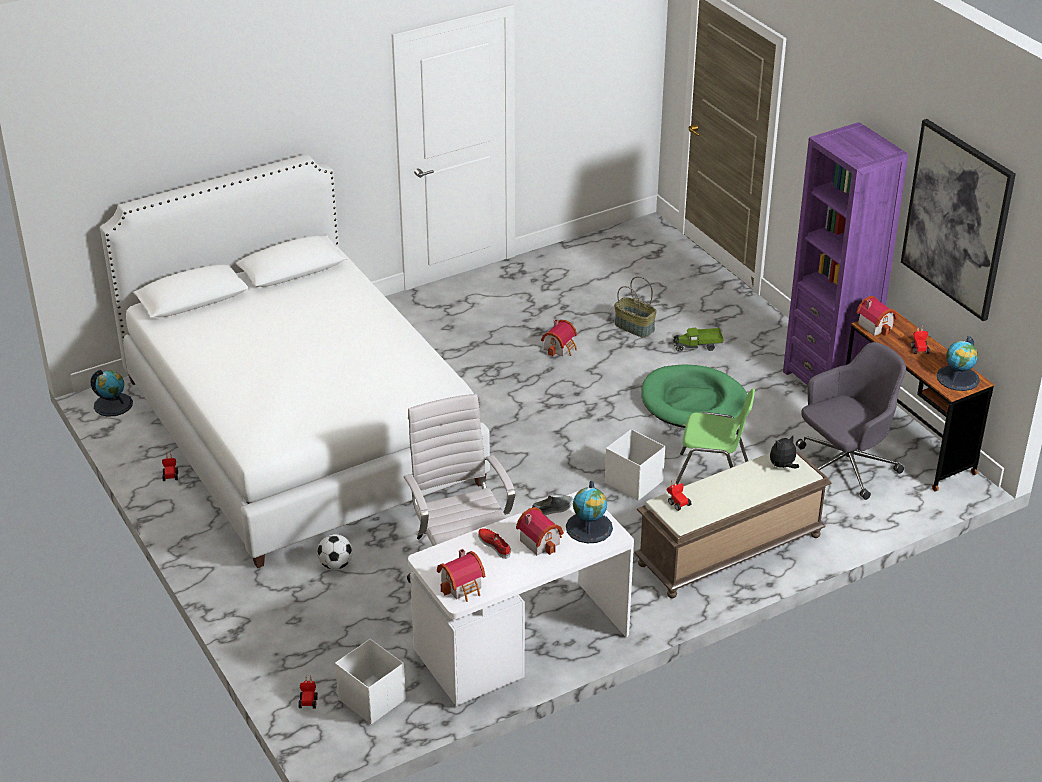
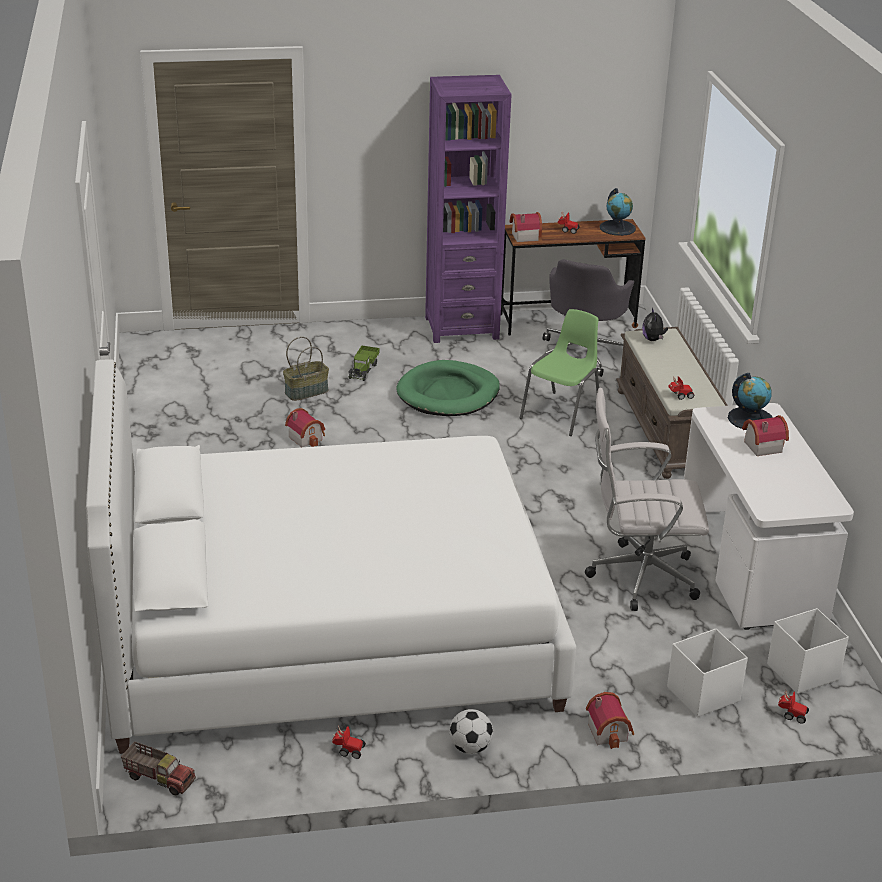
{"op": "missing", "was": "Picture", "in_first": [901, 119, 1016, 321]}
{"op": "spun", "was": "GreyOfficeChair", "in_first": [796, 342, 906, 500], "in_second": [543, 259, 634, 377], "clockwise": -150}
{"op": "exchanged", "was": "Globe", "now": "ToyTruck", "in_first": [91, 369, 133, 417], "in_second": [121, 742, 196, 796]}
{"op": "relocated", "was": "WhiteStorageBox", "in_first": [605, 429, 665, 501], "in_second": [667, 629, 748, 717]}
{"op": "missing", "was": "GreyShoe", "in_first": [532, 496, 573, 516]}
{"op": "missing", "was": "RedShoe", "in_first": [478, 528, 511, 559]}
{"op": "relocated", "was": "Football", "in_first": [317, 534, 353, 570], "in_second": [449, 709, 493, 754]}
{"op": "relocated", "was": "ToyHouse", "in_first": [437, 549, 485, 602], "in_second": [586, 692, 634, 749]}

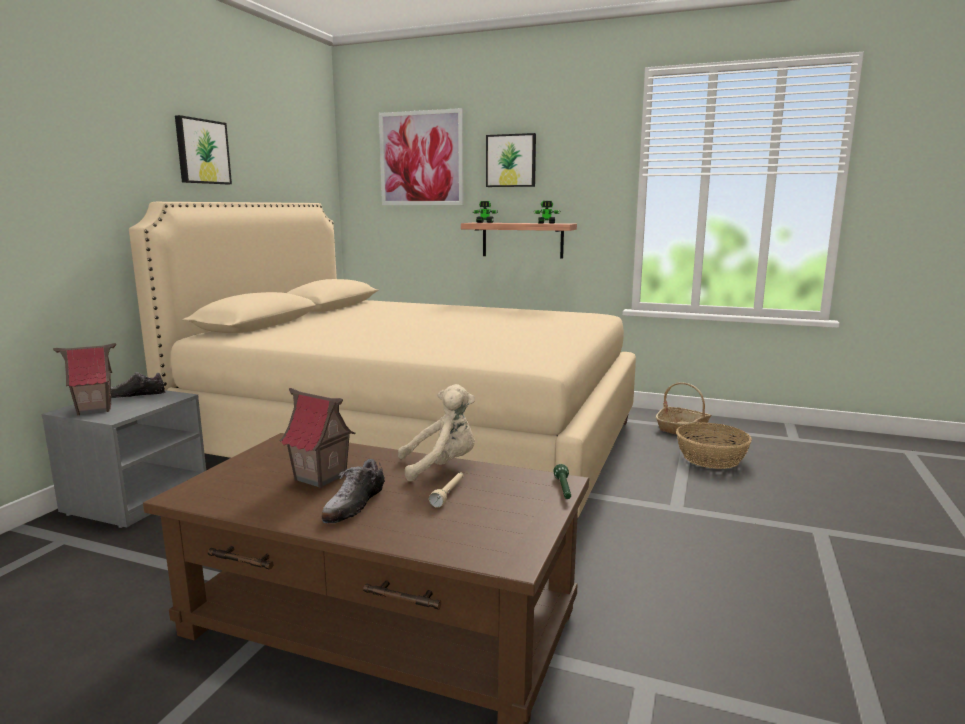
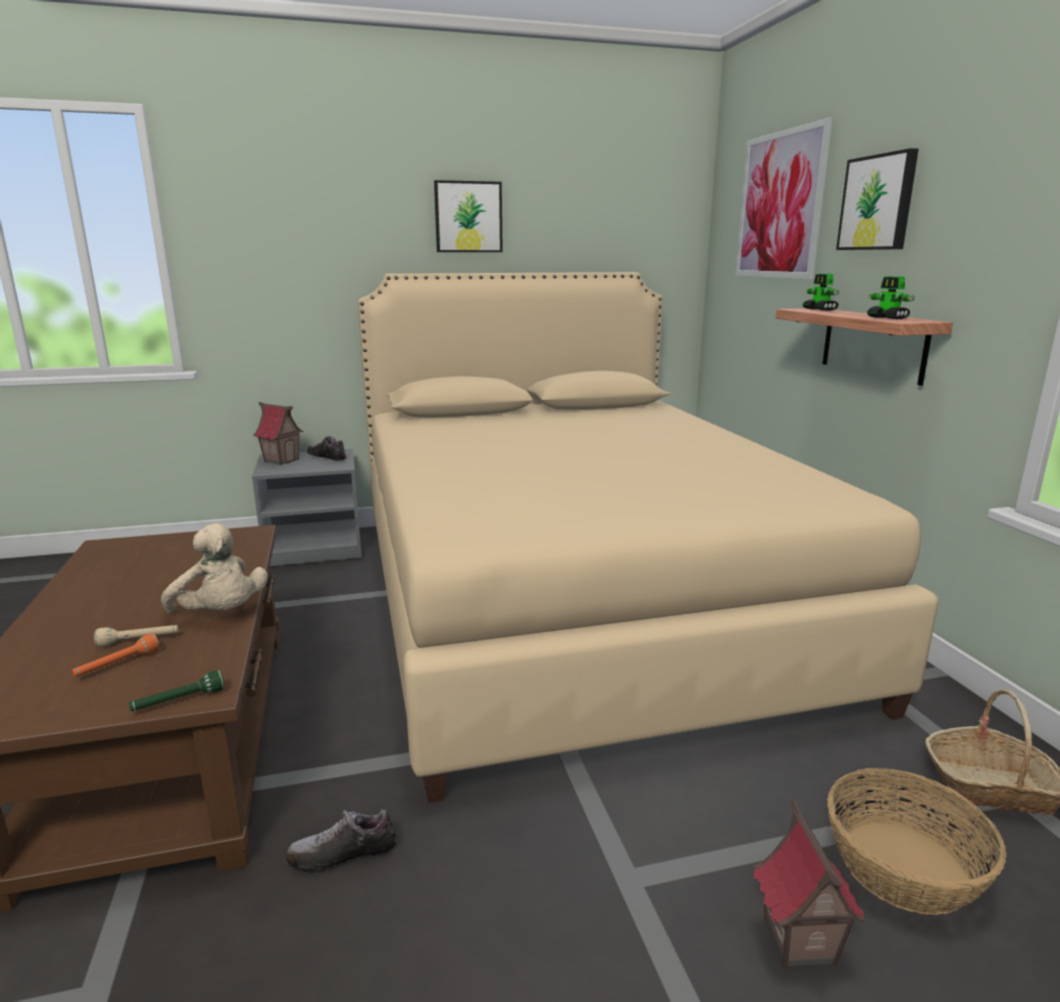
{"op": "relocated", "was": "ToyHouse", "in_first": [279, 388, 355, 489], "in_second": [753, 799, 866, 969]}
{"op": "relocated", "was": "Shoe", "in_first": [322, 459, 385, 523], "in_second": [286, 809, 397, 871]}
{"op": "appeared", "now": "OrangeFlashlight", "in_second": [72, 633, 160, 677]}

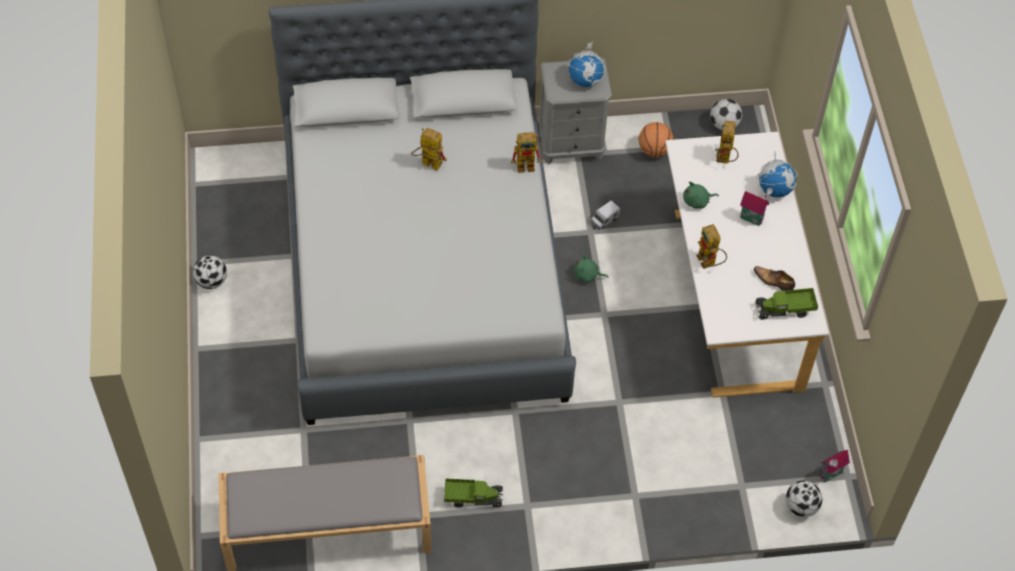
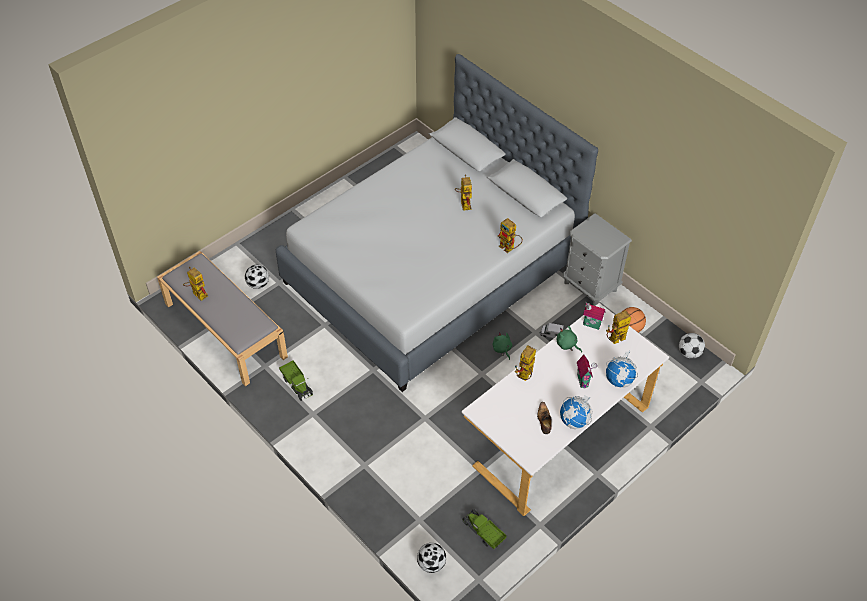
{"op": "relocated", "was": "Globe", "in_first": [568, 42, 606, 87], "in_second": [560, 395, 593, 429]}
{"op": "relocated", "was": "Football", "in_first": [193, 255, 227, 289], "in_second": [245, 265, 269, 289]}
{"op": "relocated", "was": "ToyTruck", "in_first": [755, 288, 818, 320], "in_second": [463, 509, 507, 549]}
{"op": "relocated", "was": "ToyHouse", "in_first": [819, 450, 850, 482], "in_second": [583, 303, 605, 330]}
{"op": "appeared", "now": "ToyRobot", "in_second": [183, 267, 208, 301]}

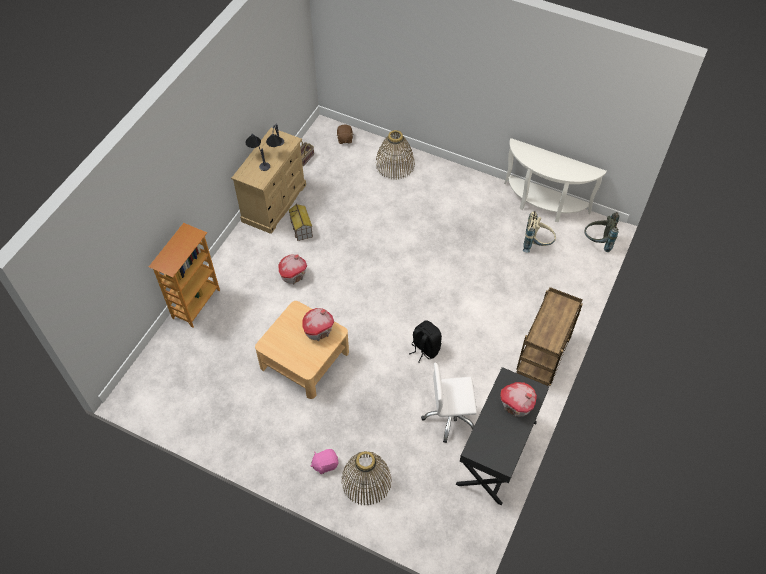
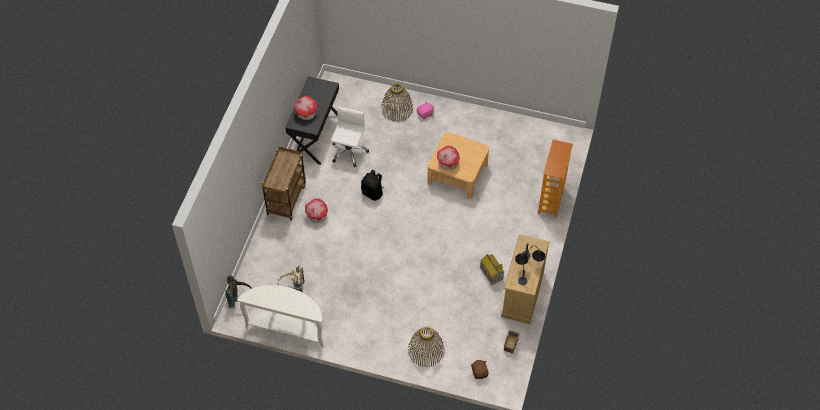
{"op": "relocated", "was": "ToyHouse", "in_first": [278, 254, 307, 284], "in_second": [305, 198, 328, 223]}
{"op": "spun", "was": "WhiteOfficeChair", "in_first": [421, 362, 477, 443], "in_second": [331, 106, 369, 167], "clockwise": -60}

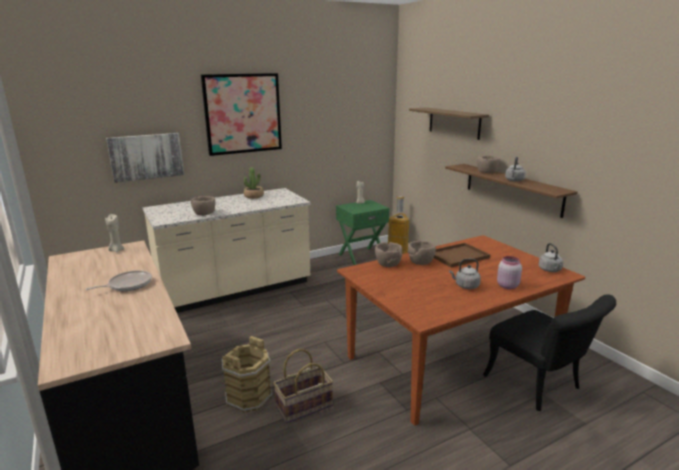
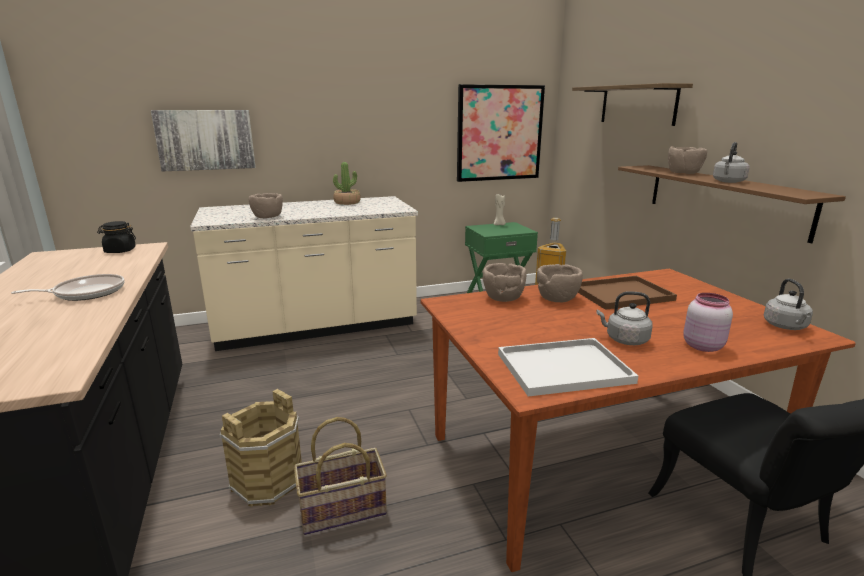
{"op": "relocated", "was": "Picture", "in_first": [201, 73, 282, 156], "in_second": [457, 84, 545, 182]}
{"op": "exchanged", "was": "BeigeCandle", "now": "BlackJar", "in_first": [105, 214, 124, 252], "in_second": [97, 221, 136, 253]}
{"op": "appeared", "now": "WhiteTray", "in_second": [498, 338, 638, 396]}

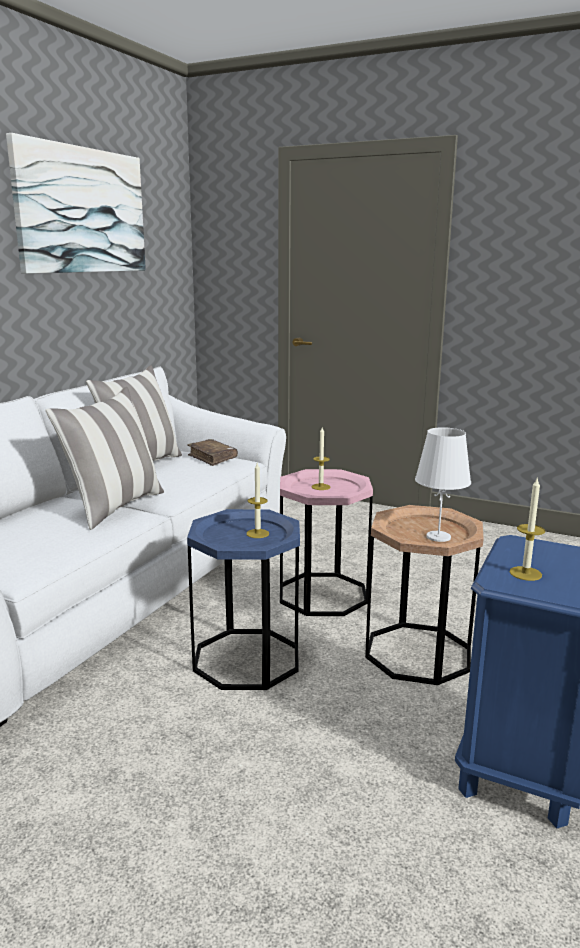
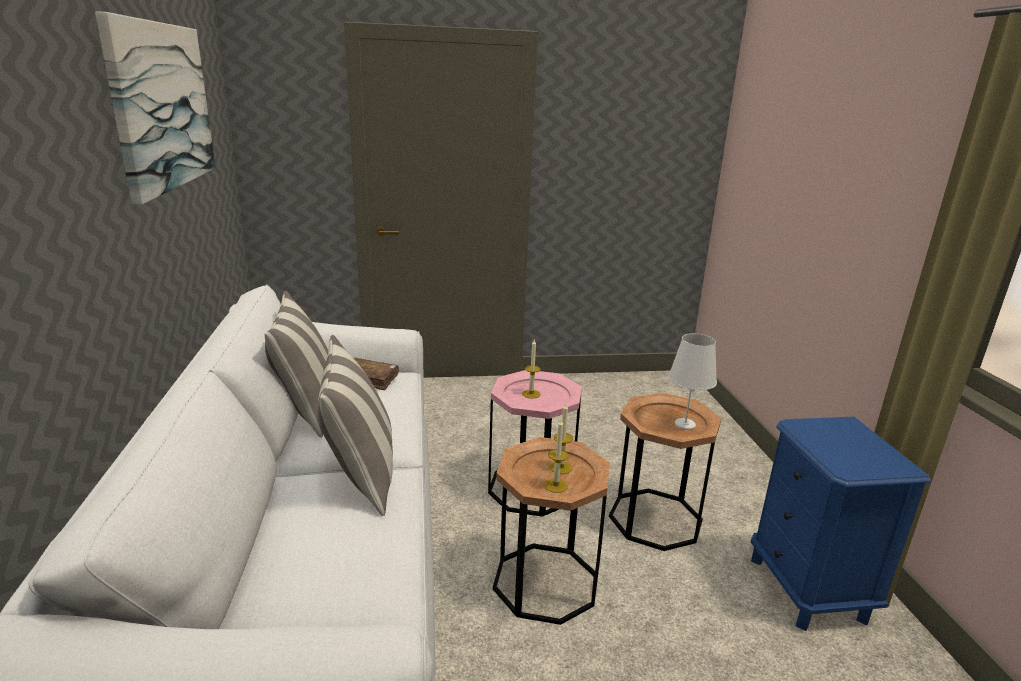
{"op": "relocated", "was": "Candle", "in_first": [510, 479, 545, 581], "in_second": [544, 419, 569, 493]}
{"op": "colour", "was": "BlueSideTable", "now": "BrownSideTable", "in_first": [187, 509, 300, 690], "in_second": [493, 437, 610, 625]}

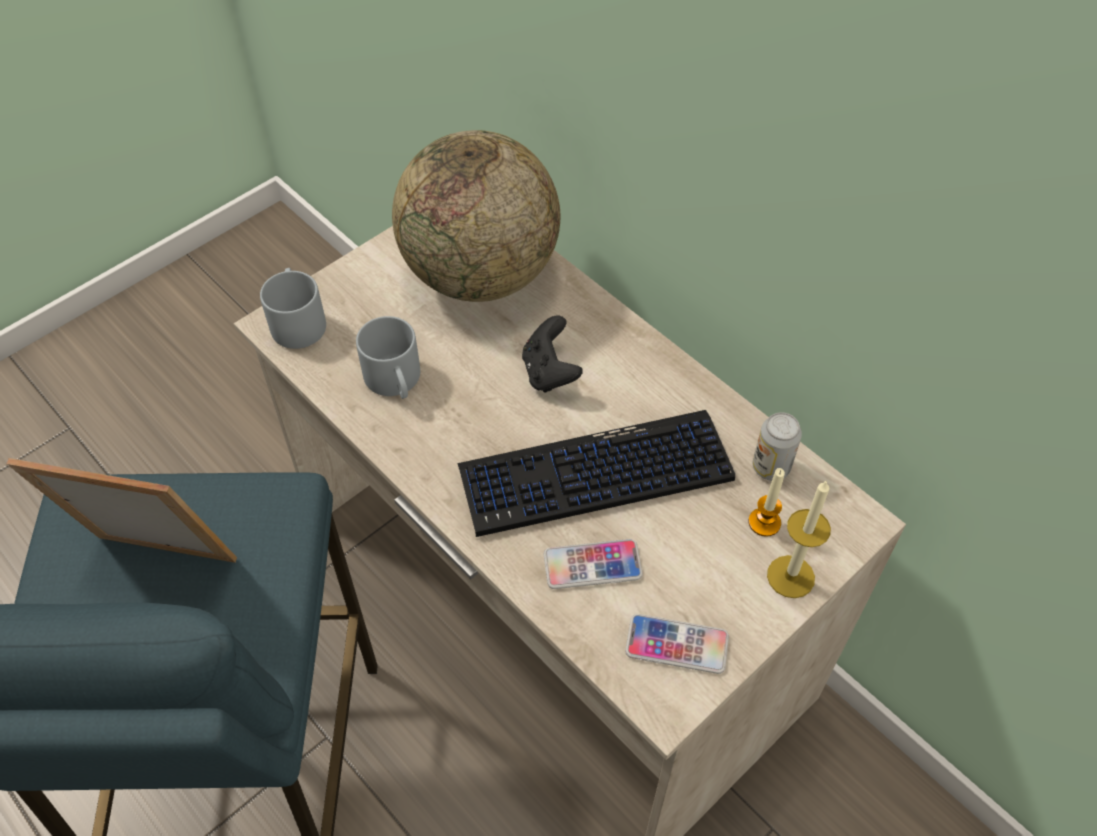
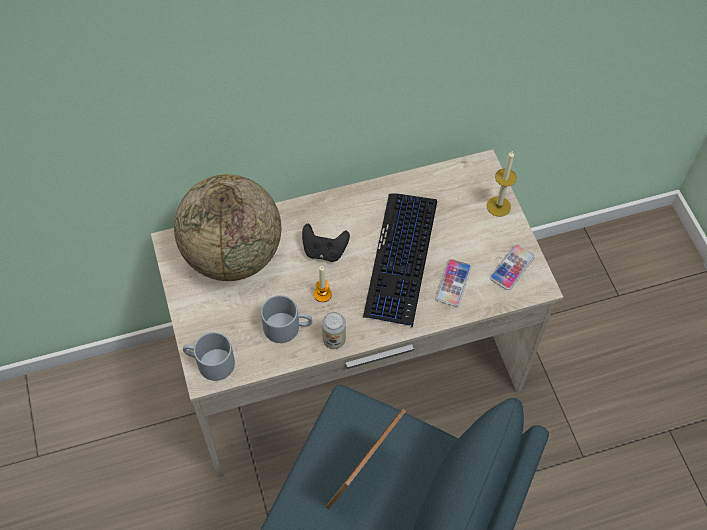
{"op": "relocated", "was": "Can", "in_first": [753, 412, 802, 481], "in_second": [322, 312, 346, 349]}
{"op": "relocated", "was": "Candle", "in_first": [749, 468, 785, 537], "in_second": [314, 266, 332, 302]}

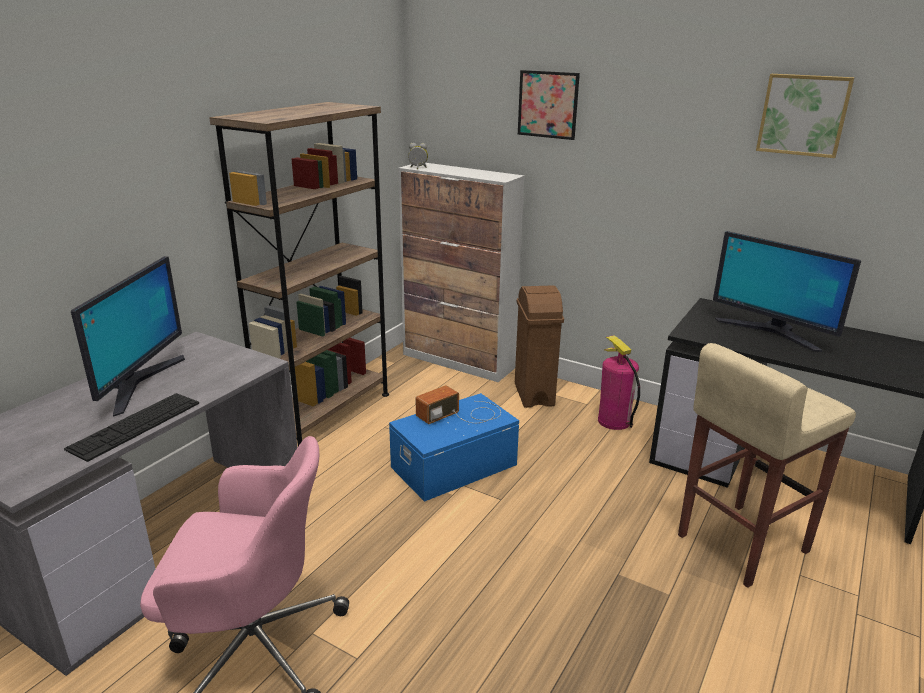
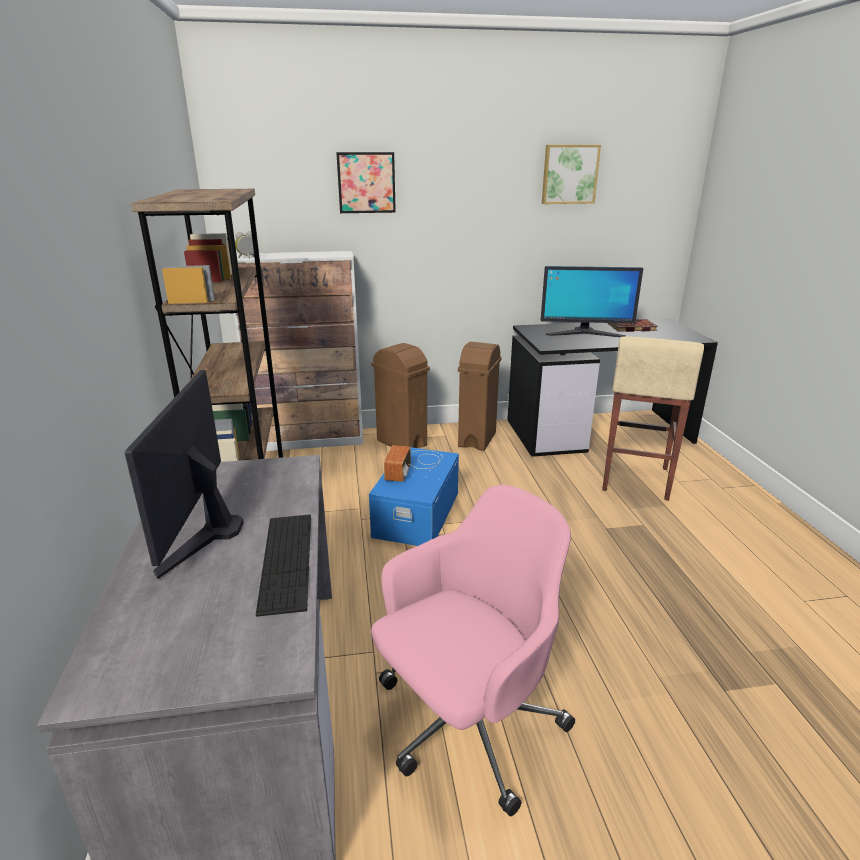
{"op": "spun", "was": "Monitor", "in_first": [71, 256, 185, 417], "in_second": [125, 370, 244, 579], "clockwise": -150}
{"op": "exchanged", "was": "FireExtinguisher", "now": "BrownTrashCan", "in_first": [598, 335, 640, 430], "in_second": [458, 342, 502, 451]}
{"op": "appeared", "now": "Book", "in_second": [607, 319, 658, 332]}

